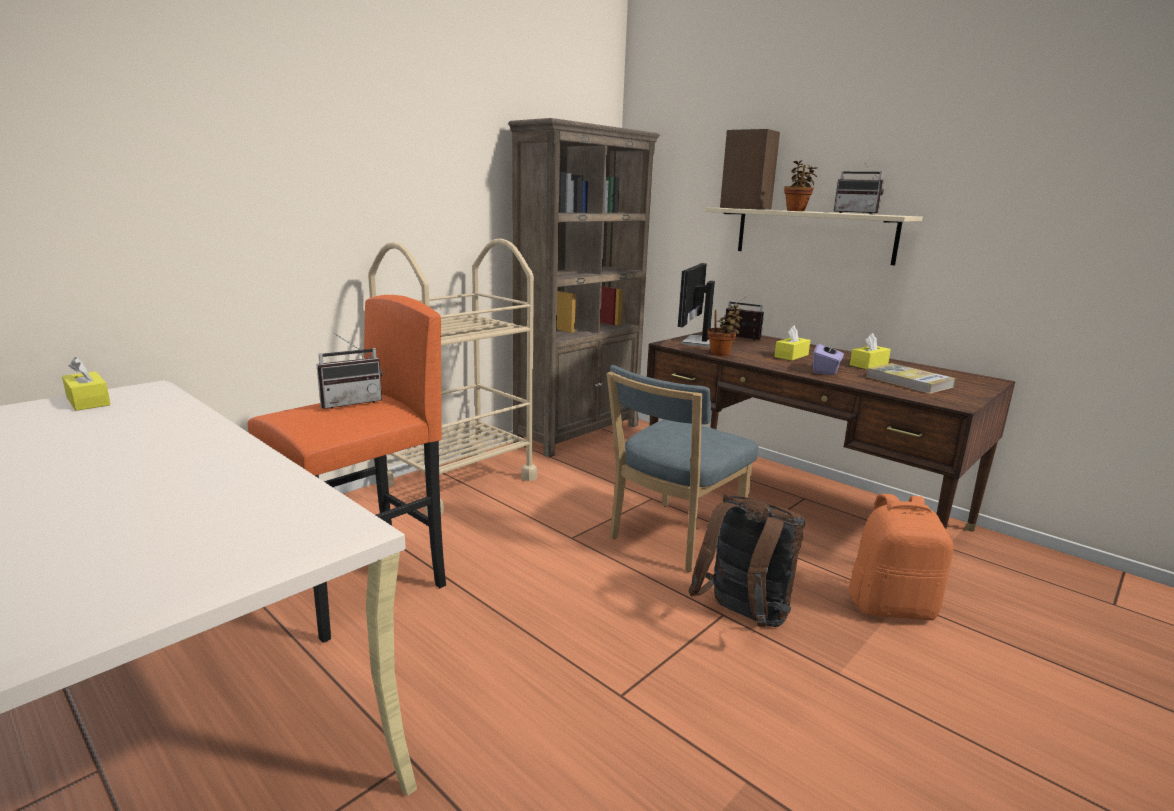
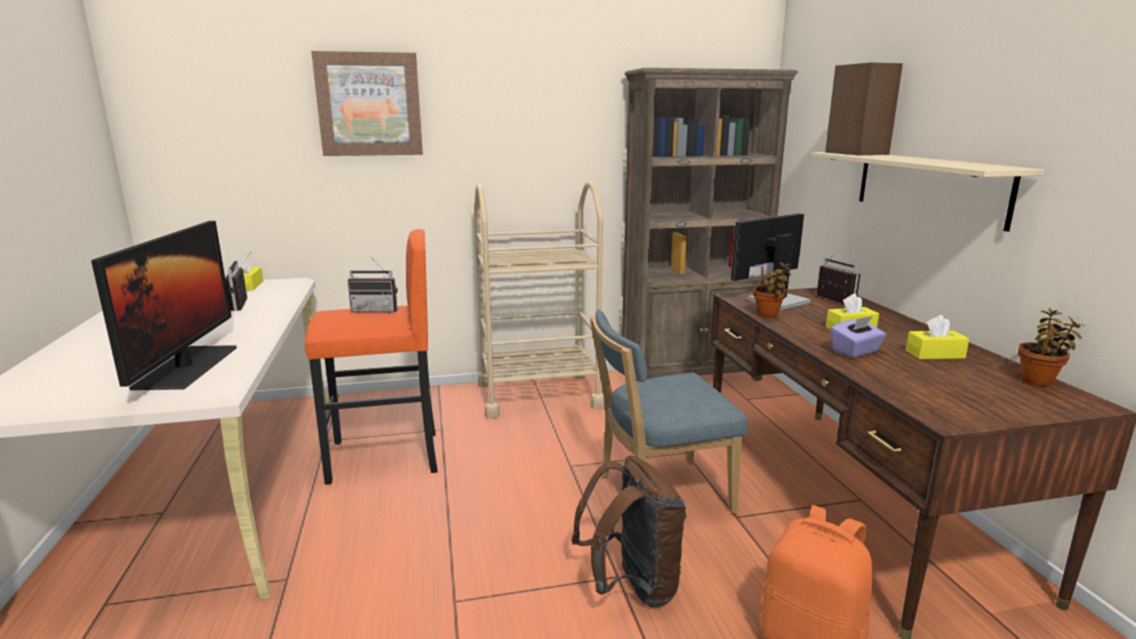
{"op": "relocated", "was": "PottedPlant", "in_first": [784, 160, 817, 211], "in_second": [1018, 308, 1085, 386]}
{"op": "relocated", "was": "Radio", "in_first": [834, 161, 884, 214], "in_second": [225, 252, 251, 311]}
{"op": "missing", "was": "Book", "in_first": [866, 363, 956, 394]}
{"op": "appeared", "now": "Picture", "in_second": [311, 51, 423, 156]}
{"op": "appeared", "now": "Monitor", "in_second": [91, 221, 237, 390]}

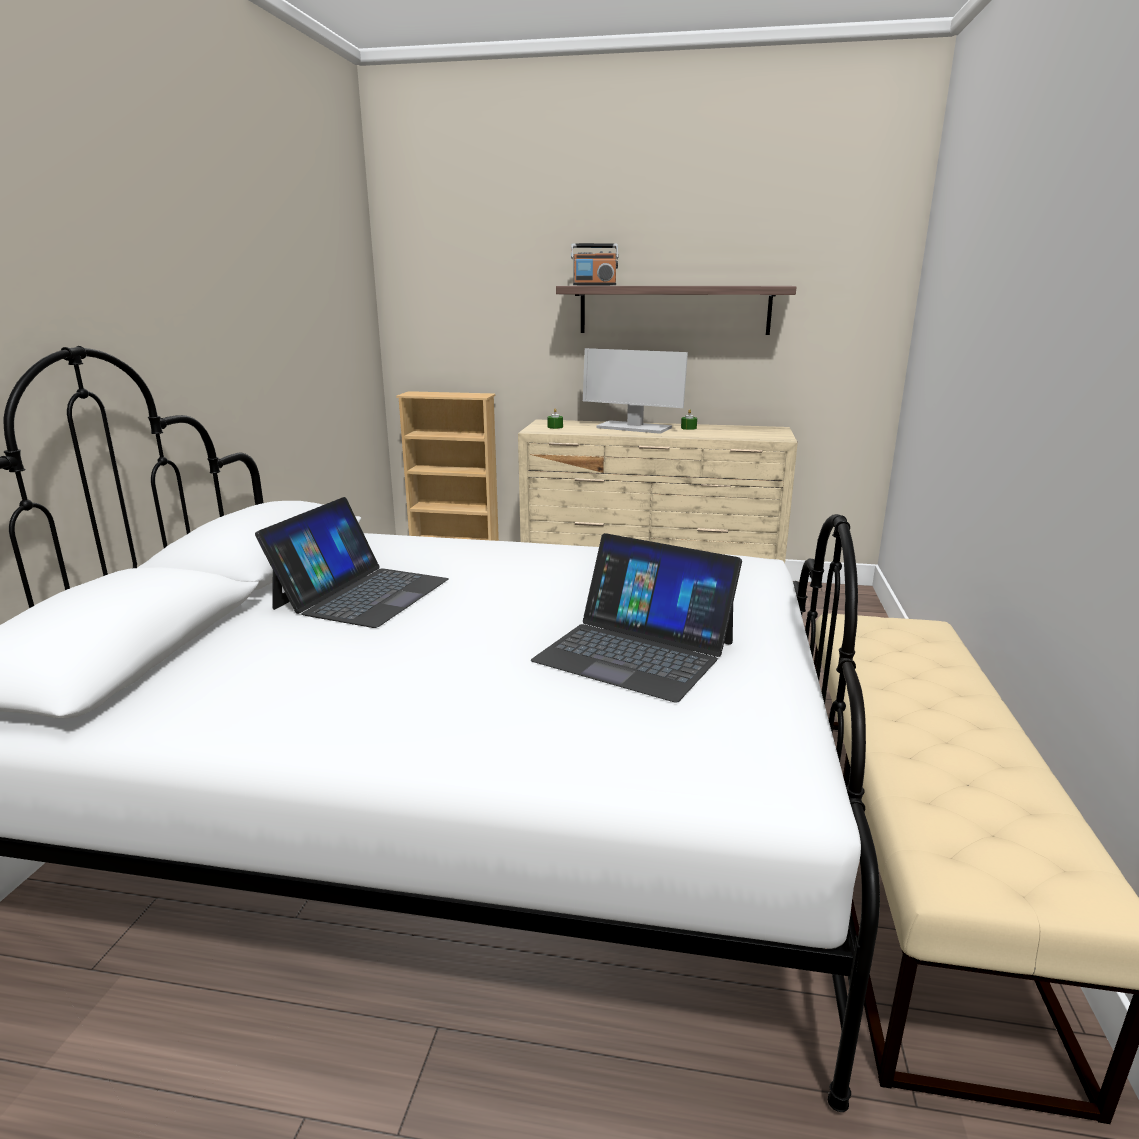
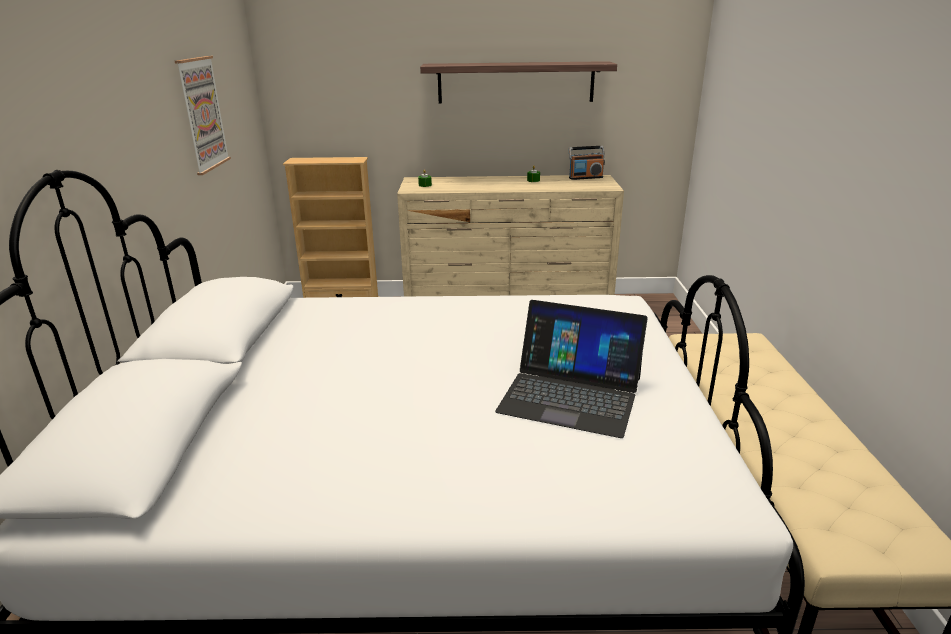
{"op": "relocated", "was": "Radio", "in_first": [571, 243, 619, 285], "in_second": [568, 146, 605, 180]}
{"op": "missing", "was": "Monitor", "in_first": [583, 348, 688, 434]}
{"op": "missing", "was": "Laptop", "in_first": [255, 497, 449, 628]}
{"op": "appeared", "now": "Picture", "in_second": [175, 56, 231, 175]}

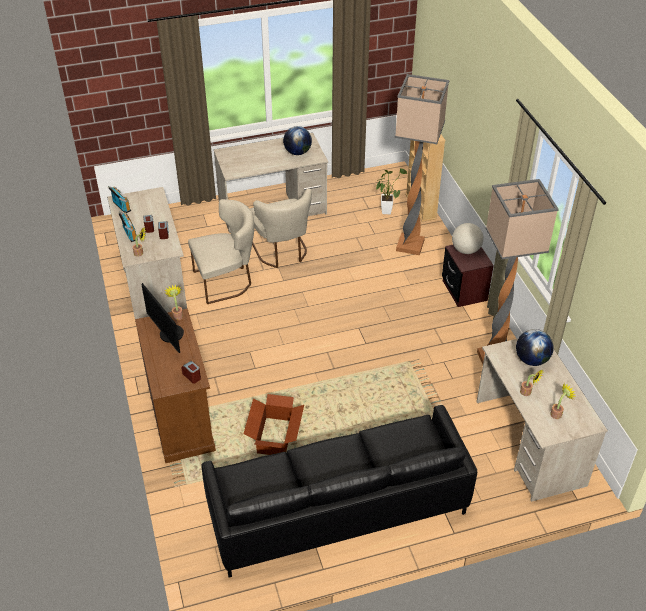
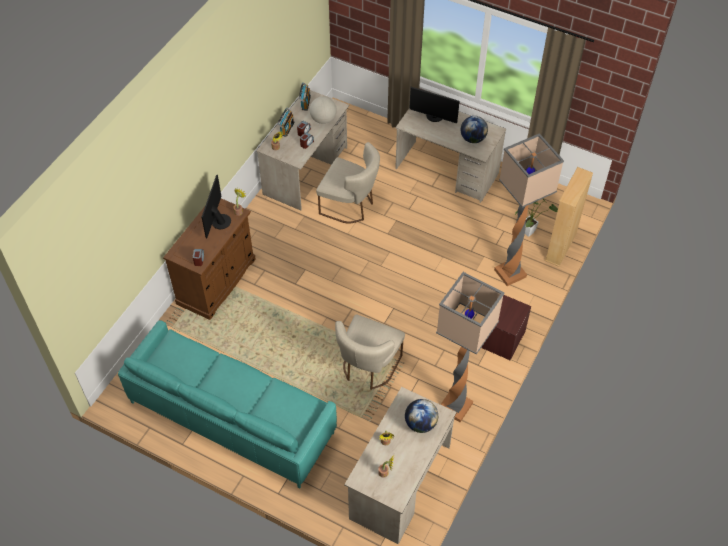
{"op": "relocated", "was": "BeigeChair", "in_first": [250, 189, 312, 268], "in_second": [335, 315, 405, 390]}
{"op": "relocated", "was": "Globe", "in_first": [452, 223, 484, 254], "in_second": [310, 96, 337, 124]}
{"op": "missing", "was": "CardboardBox", "in_first": [243, 394, 304, 455]}
{"op": "colour", "was": "BlackSofa", "now": "TurquoiseSofa", "in_first": [201, 405, 477, 577], "in_second": [118, 320, 337, 488]}
{"op": "appeared", "now": "Monitor", "in_second": [409, 87, 460, 123]}

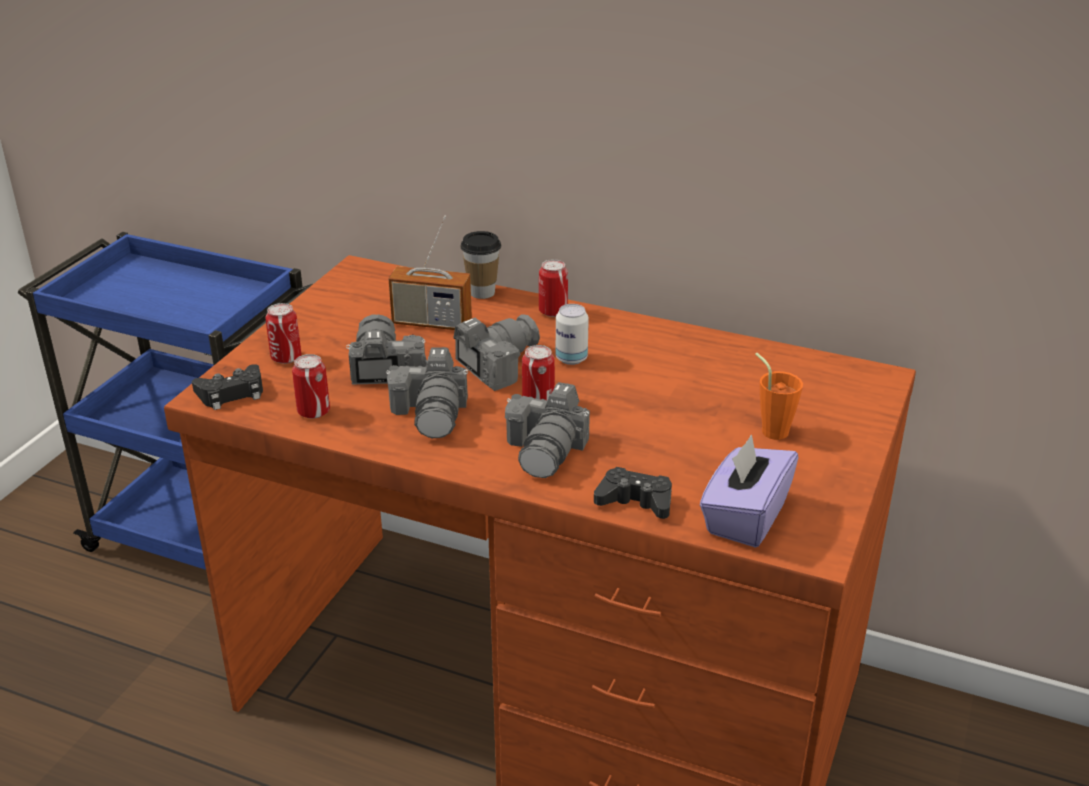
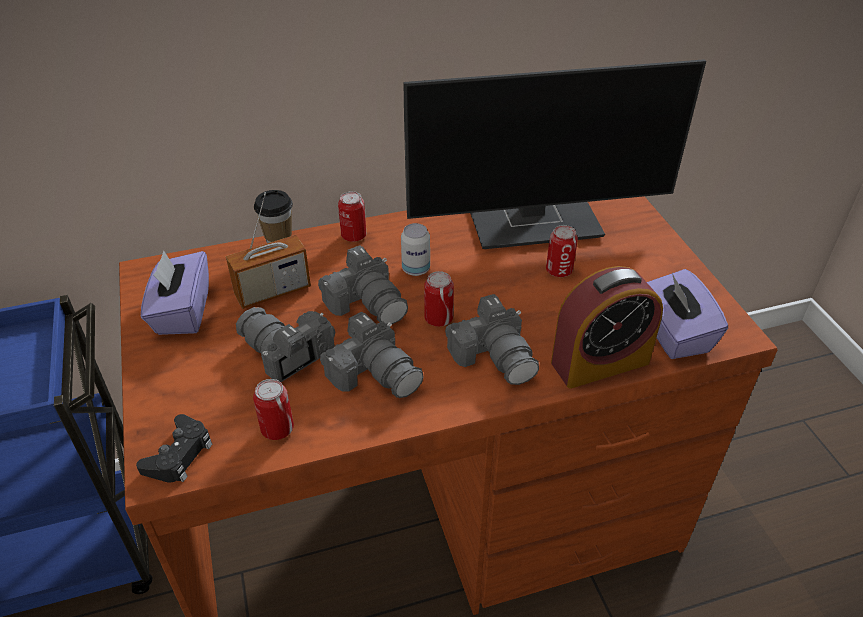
{"op": "relocated", "was": "Can", "in_first": [265, 303, 301, 364], "in_second": [546, 225, 578, 277]}
{"op": "spun", "was": "PhotoCamera", "in_first": [453, 314, 540, 391], "in_second": [318, 246, 408, 324], "clockwise": 135}
{"op": "missing", "was": "OrangeCup", "in_first": [755, 353, 803, 440]}
{"op": "exchanged", "was": "BlackGameController", "now": "AlarmClock", "in_first": [594, 467, 672, 519], "in_second": [551, 266, 663, 389]}
{"op": "appeared", "now": "Monitor", "in_second": [403, 59, 706, 249]}
{"op": "appeared", "now": "PurpleTissueBox", "in_second": [141, 250, 209, 335]}

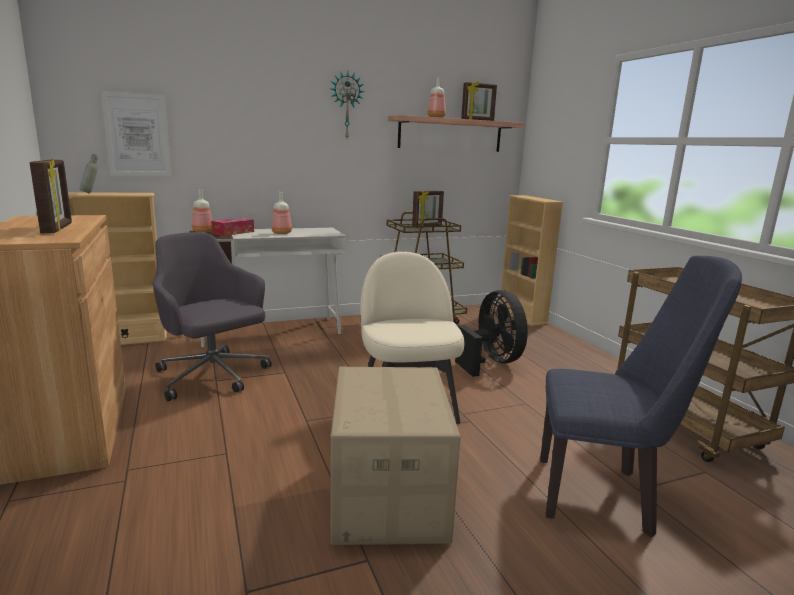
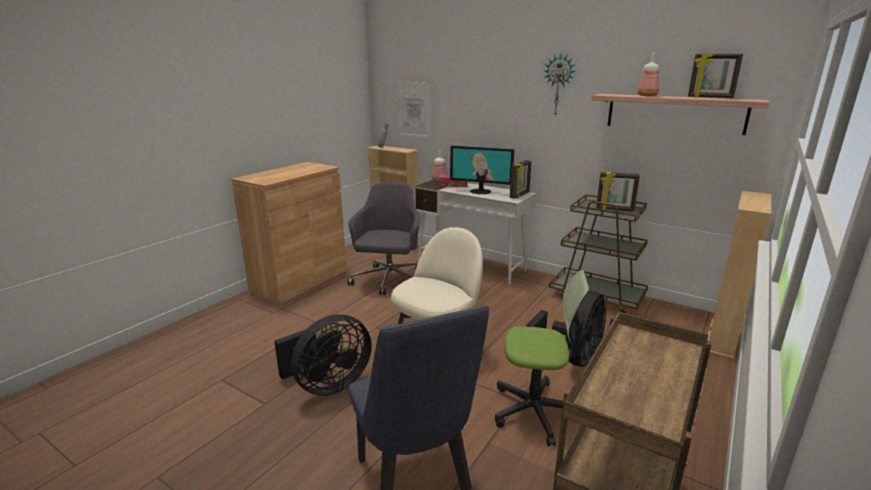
{"op": "relocated", "was": "PictureFrame", "in_first": [30, 158, 72, 233], "in_second": [510, 160, 532, 199]}
{"op": "exchanged", "was": "Bottle", "now": "Monitor", "in_first": [272, 192, 292, 234], "in_second": [450, 146, 515, 194]}
{"op": "exchanged", "was": "CardboardBox", "now": "BlackFan", "in_first": [330, 367, 461, 545], "in_second": [274, 314, 372, 396]}
{"op": "appeared", "now": "OfficeChair", "in_second": [495, 270, 589, 446]}

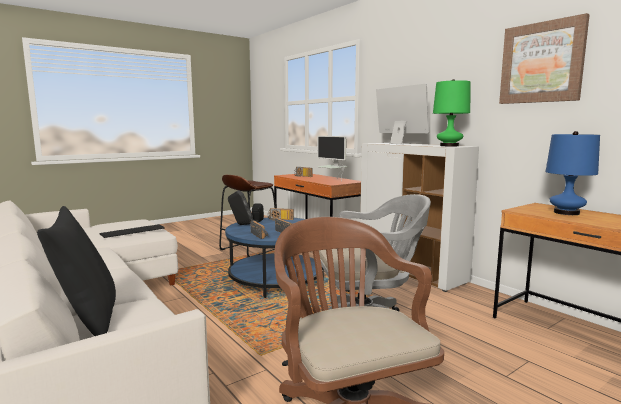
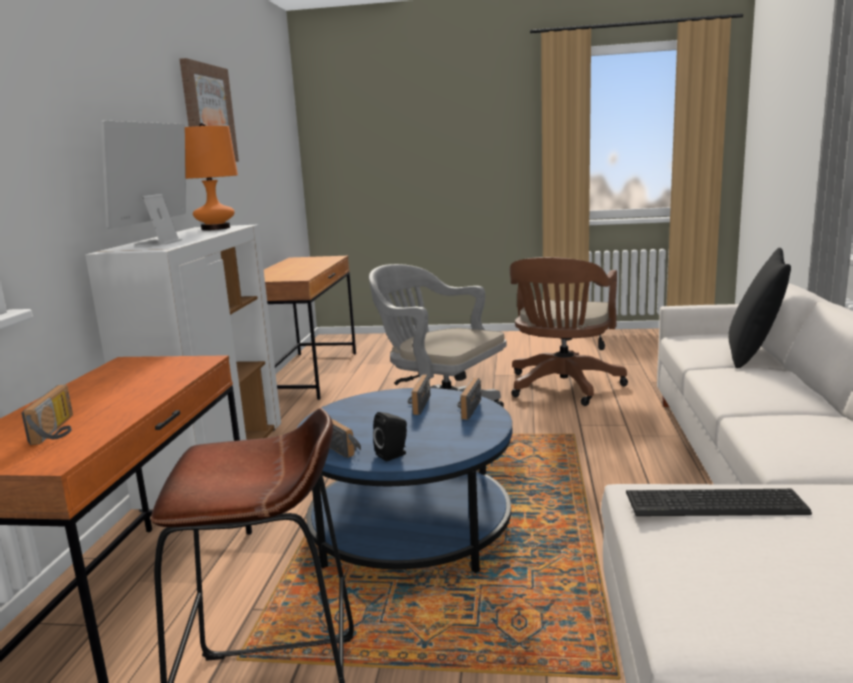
{"op": "colour", "was": "GreenTableLamp", "now": "OrangeTableLamp", "in_first": [433, 79, 470, 146], "in_second": [185, 123, 238, 230]}
{"op": "missing", "was": "BlueTableLamp", "in_first": [545, 131, 600, 215]}
{"op": "missing", "was": "Monitor", "in_first": [317, 136, 348, 182]}
{"op": "missing", "was": "BlackSpeaker", "in_first": [228, 190, 253, 225]}

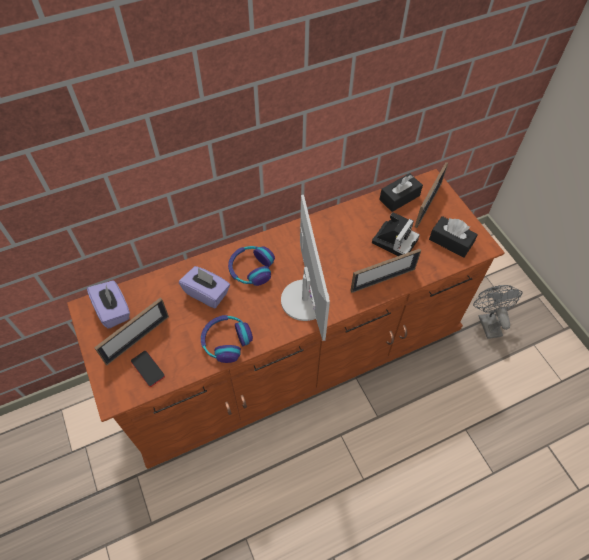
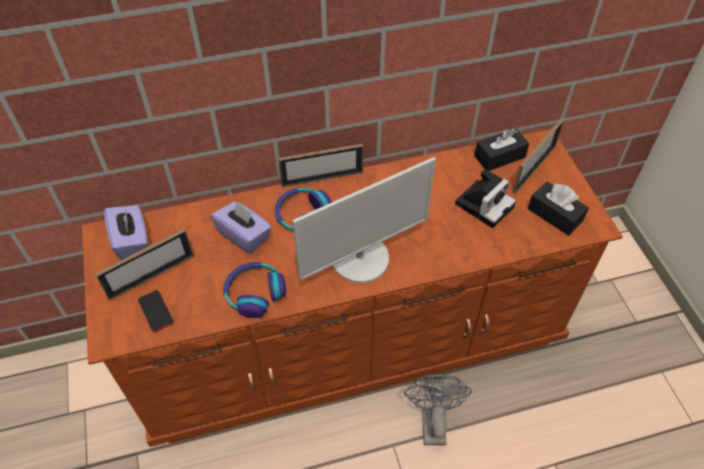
{"op": "spun", "was": "Monitor", "in_first": [281, 195, 330, 341], "in_second": [292, 157, 436, 283], "clockwise": 60}
{"op": "relocated", "was": "PictureFrame", "in_first": [350, 249, 421, 293], "in_second": [278, 144, 363, 187]}
{"op": "relocated", "was": "GreyFan", "in_first": [473, 285, 523, 339], "in_second": [404, 374, 472, 445]}

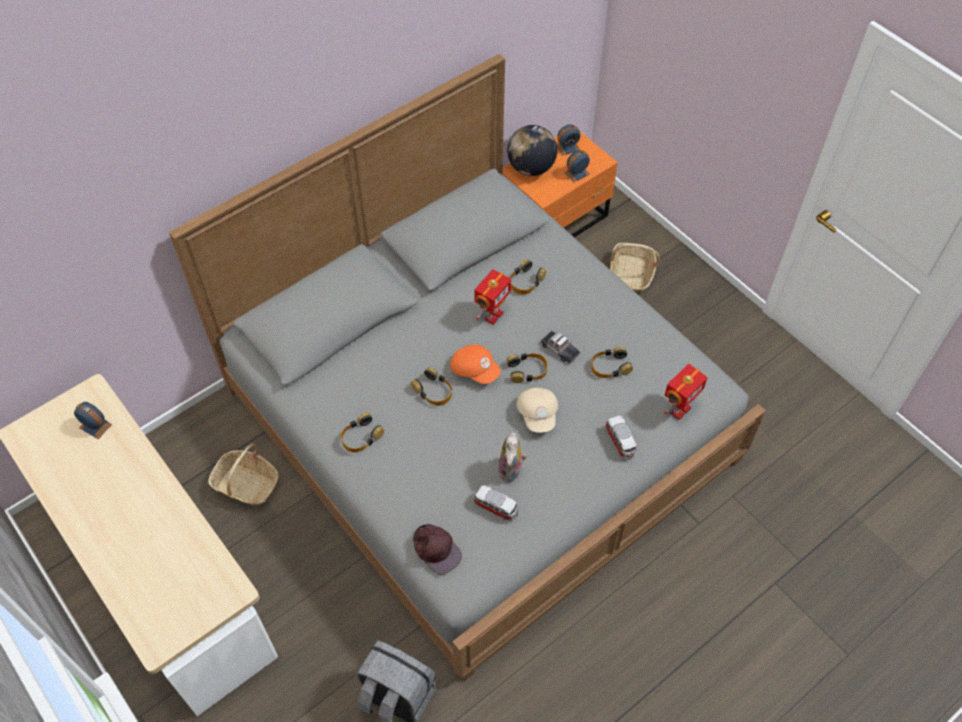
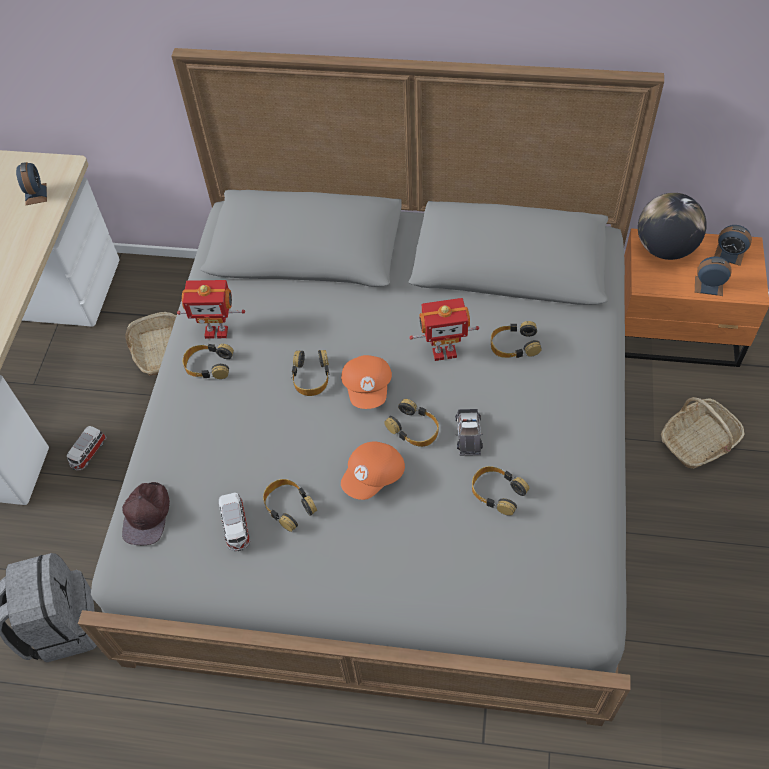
{"op": "relocated", "was": "ToyRobot", "in_first": [664, 364, 708, 420], "in_second": [177, 280, 245, 339]}
{"op": "colour", "was": "BeigeCap", "now": "OrangeCap", "in_first": [517, 387, 558, 433], "in_second": [341, 441, 405, 500]}
{"op": "relocated", "was": "ToyCar", "in_first": [605, 416, 637, 459], "in_second": [67, 426, 107, 470]}
{"op": "exchanged", "was": "PlushToy", "now": "Headphones", "in_first": [498, 432, 527, 482], "in_second": [263, 479, 317, 532]}

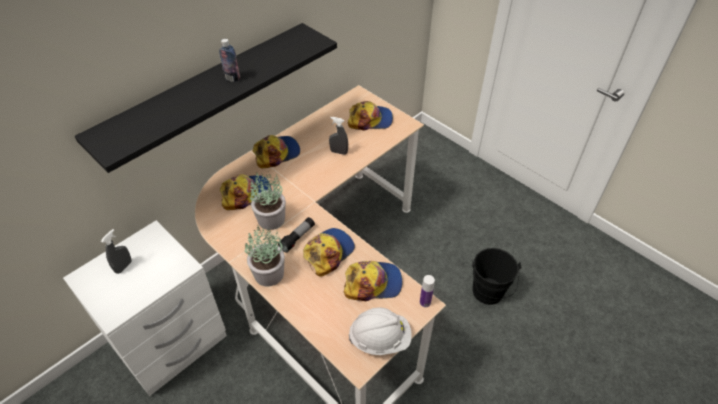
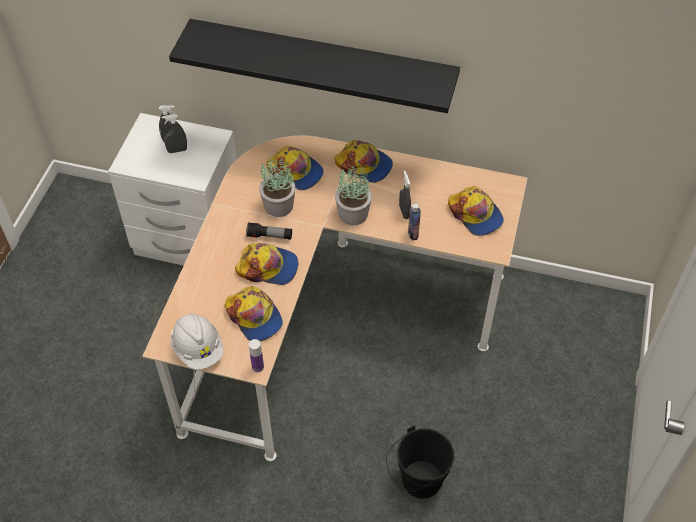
{"op": "relocated", "was": "Bottle", "in_first": [219, 39, 240, 82], "in_second": [408, 203, 421, 240]}
{"op": "relocated", "was": "PottedPlant", "in_first": [245, 225, 285, 287], "in_second": [335, 165, 372, 225]}
{"op": "appeared", "now": "GreySprayBottle", "in_second": [162, 114, 187, 153]}

